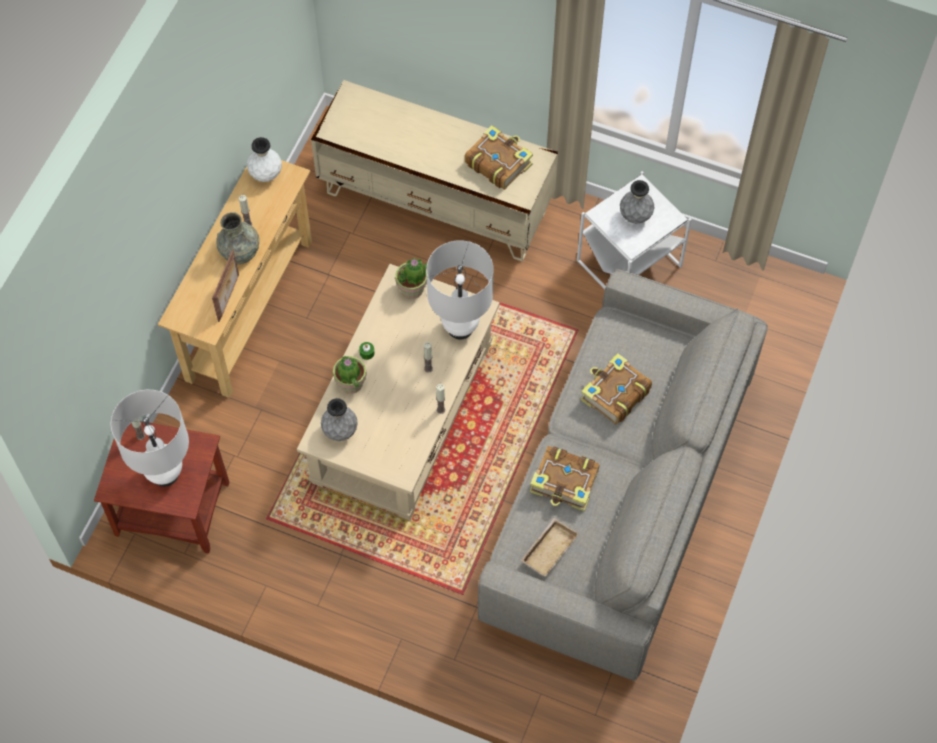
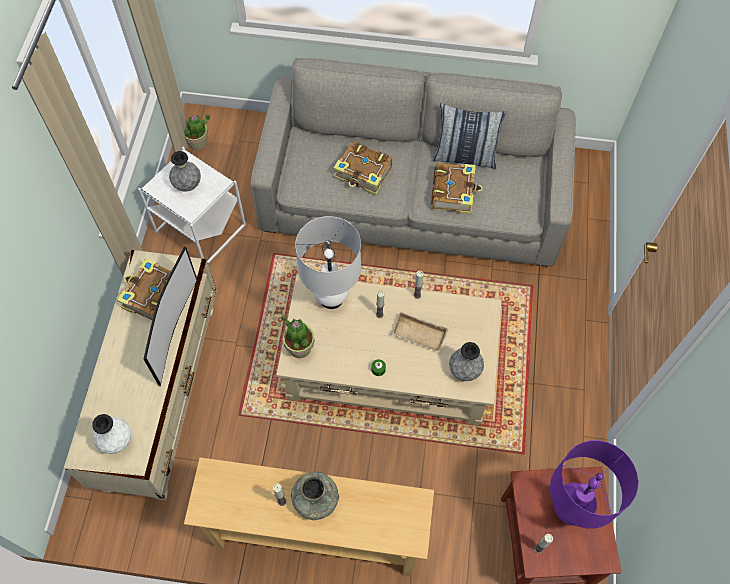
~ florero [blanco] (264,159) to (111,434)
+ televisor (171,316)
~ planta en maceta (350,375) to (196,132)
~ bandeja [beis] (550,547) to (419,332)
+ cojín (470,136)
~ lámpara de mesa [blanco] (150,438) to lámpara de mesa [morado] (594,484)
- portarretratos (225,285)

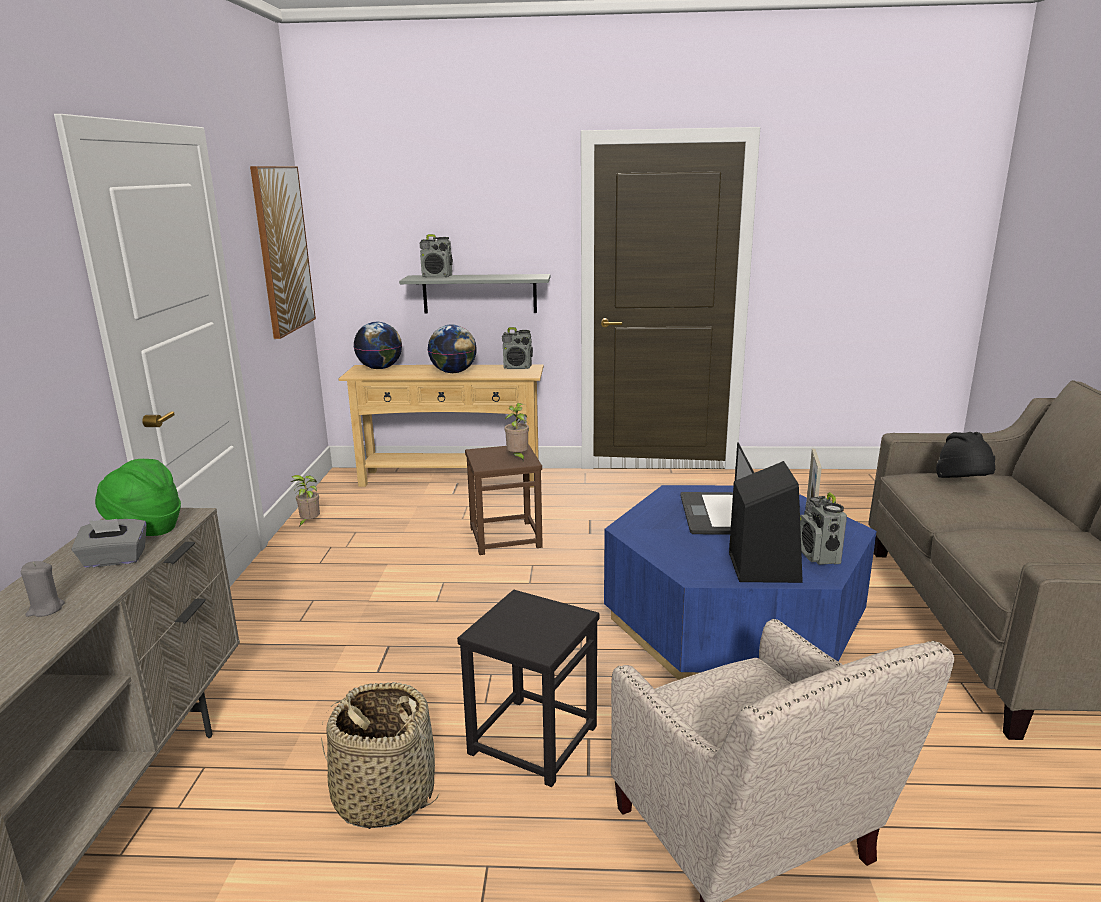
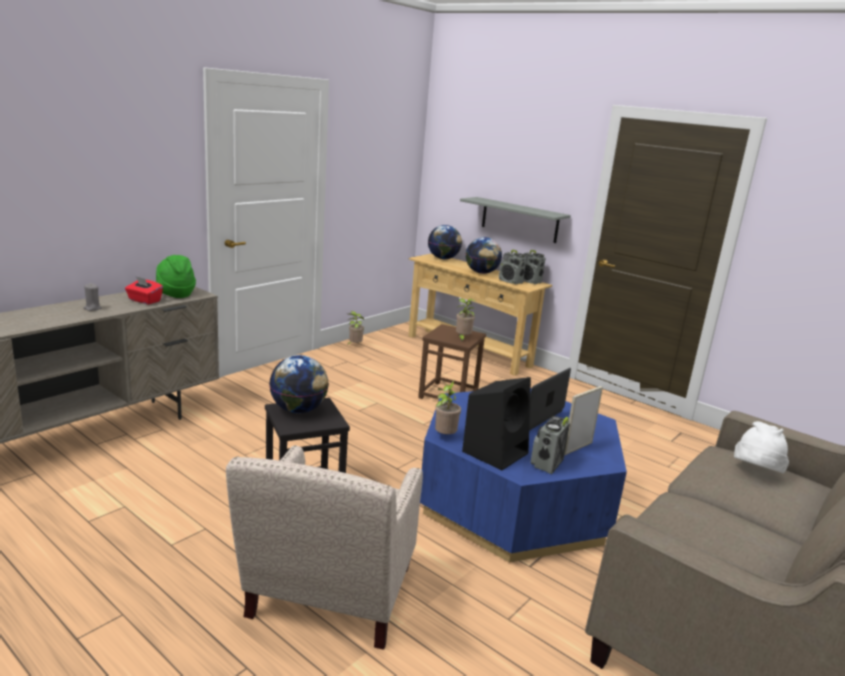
~ caja de pañuelos [gris] (109,543) to caja de pañuelos [rojo] (144,290)
+ globo terráqueo (299,384)
+ planta en maceta (448,406)
~ radio (436,255) to (512,267)
~ sombrero [negro] (965,455) to sombrero [blanco] (761,447)
- cuadro (283,252)
- cesta (380,755)

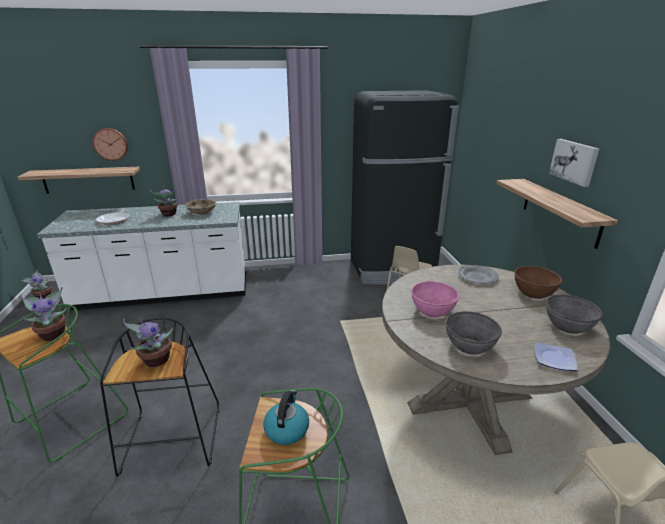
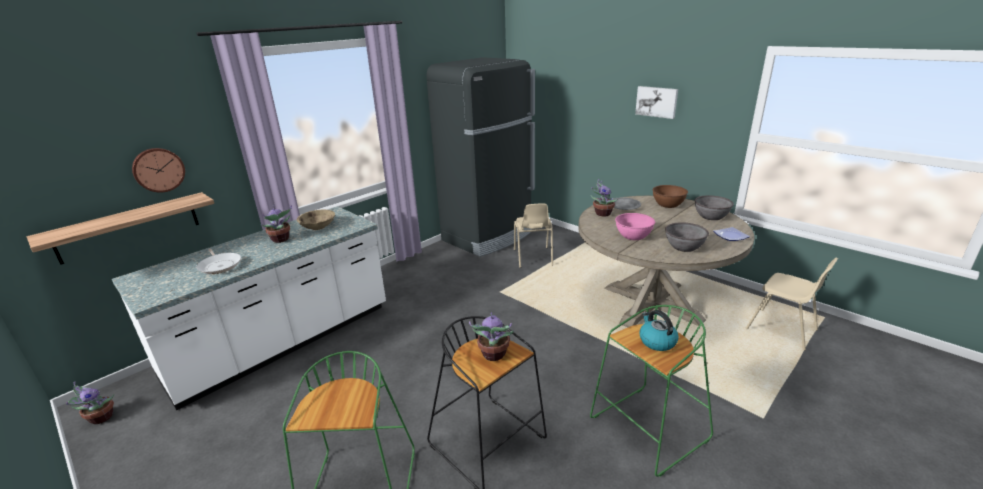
~ planta en maceta (43,314) to (605,197)
- estante (557,214)

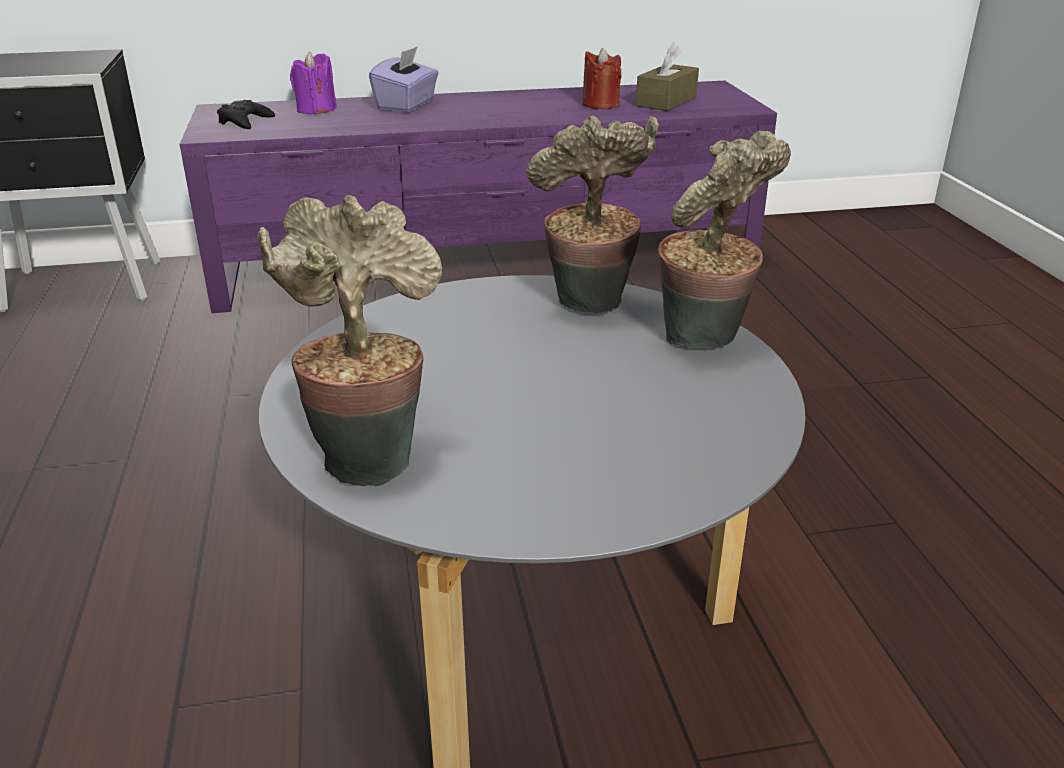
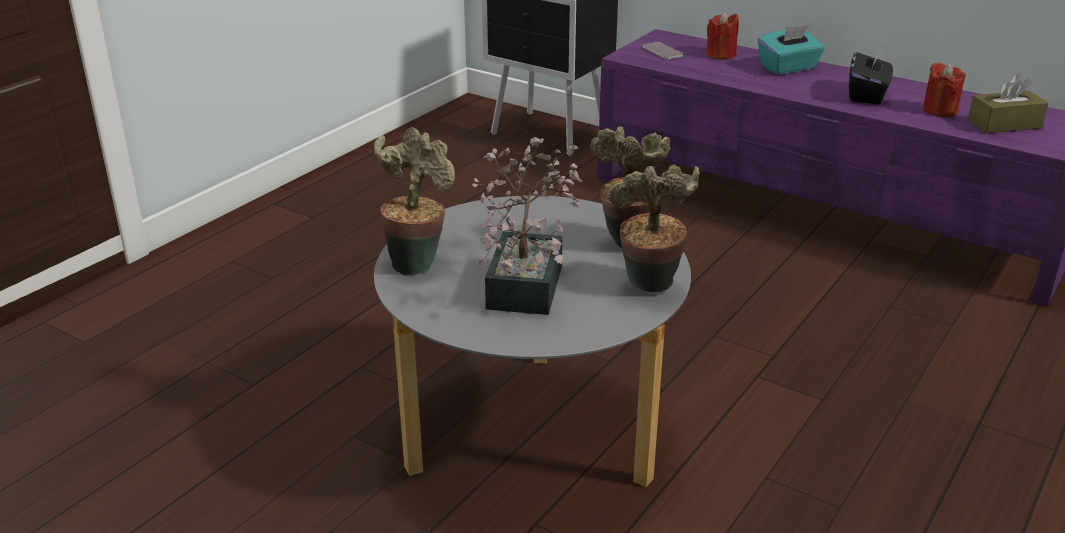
+ planta en maceta (527,226)
~ mando de consola [negro] (246,114) to móvil (663,50)
~ vela [morado] (313,83) to vela [rojo] (722,35)
~ caja de pañuelos [morado] (404,79) to caja de pañuelos [turquesa] (791,50)
+ caja de pañuelos [negro] (871,76)

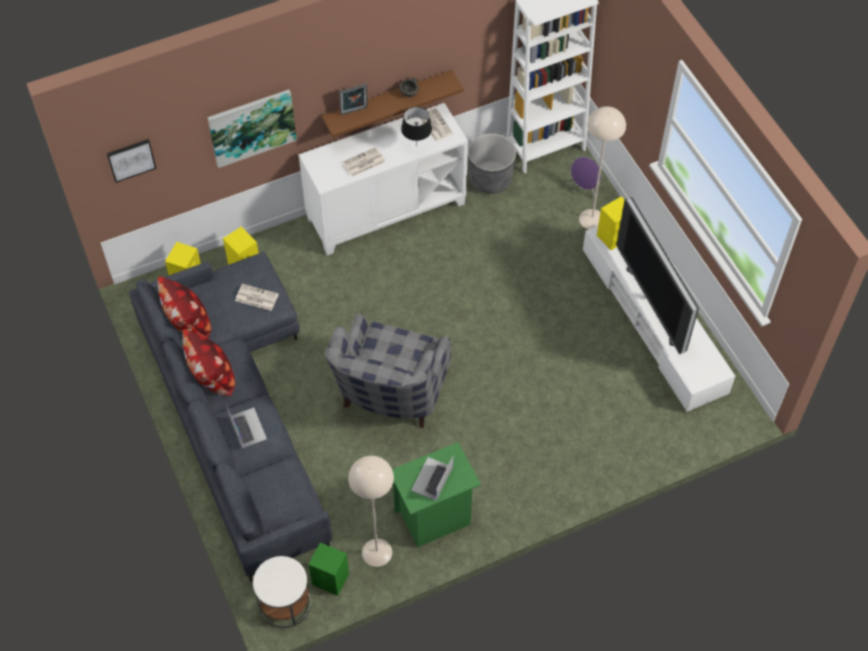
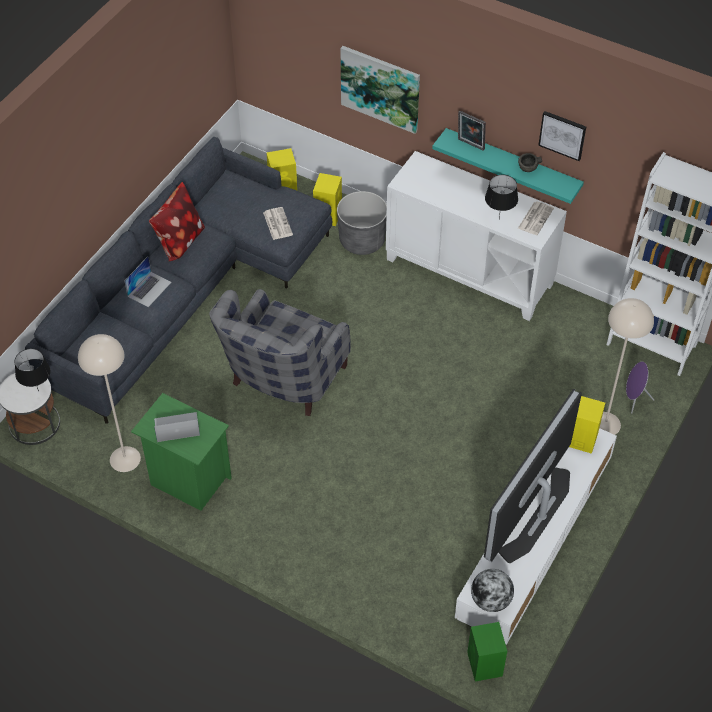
+ lámpara de mesa [negro] (33,370)
~ sillón [gris] (388,371) = (280,352) 45 degrees counterclockwise
~ maceta [gris] (492,164) to (362,223)
~ estante [marrón] (393,104) to estante [turquesa] (508,166)
~ altavoz [verde] (328,569) to (487,651)
+ globo terráqueo (492,590)
~ cuadro (131,161) to (562,136)
- cojín (184,308)
- periódico (363,162)

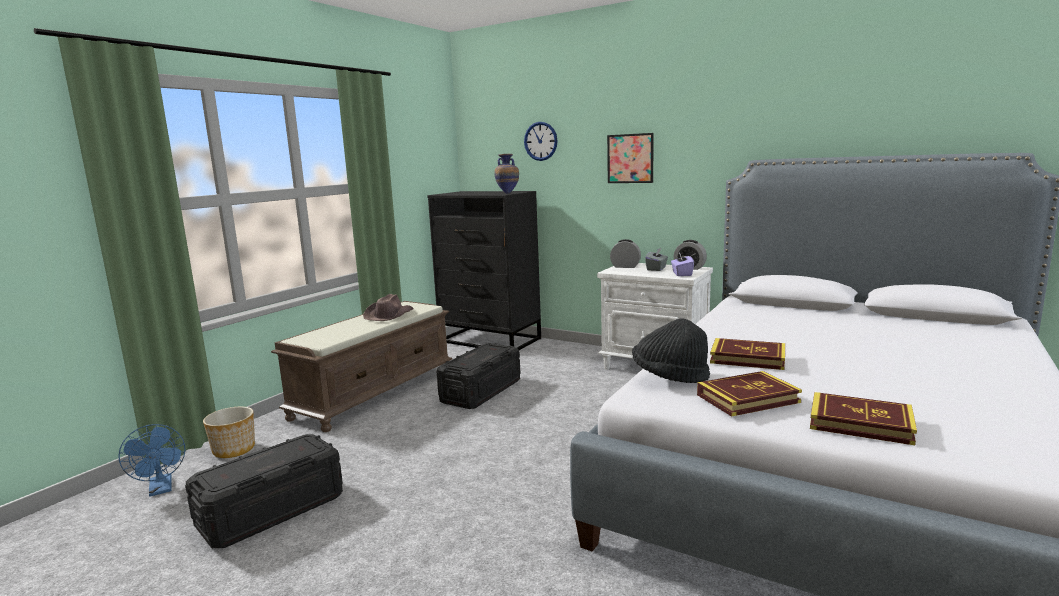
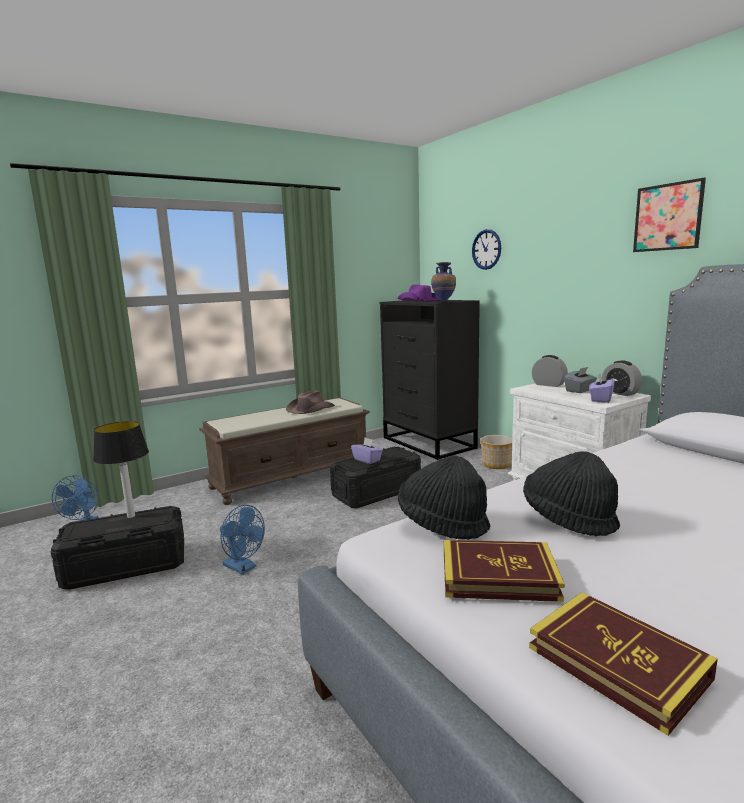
+ lámpara de mesa (121,469)
+ ventilador [azul] (242,540)
+ caja de pañuelos [morado] (367,451)
+ sombrero [morado] (418,293)
~ maceta (229,432) to (496,452)
~ libro (747,354) to sombrero [negro] (571,494)
~ cuadro (630,158) to (669,215)

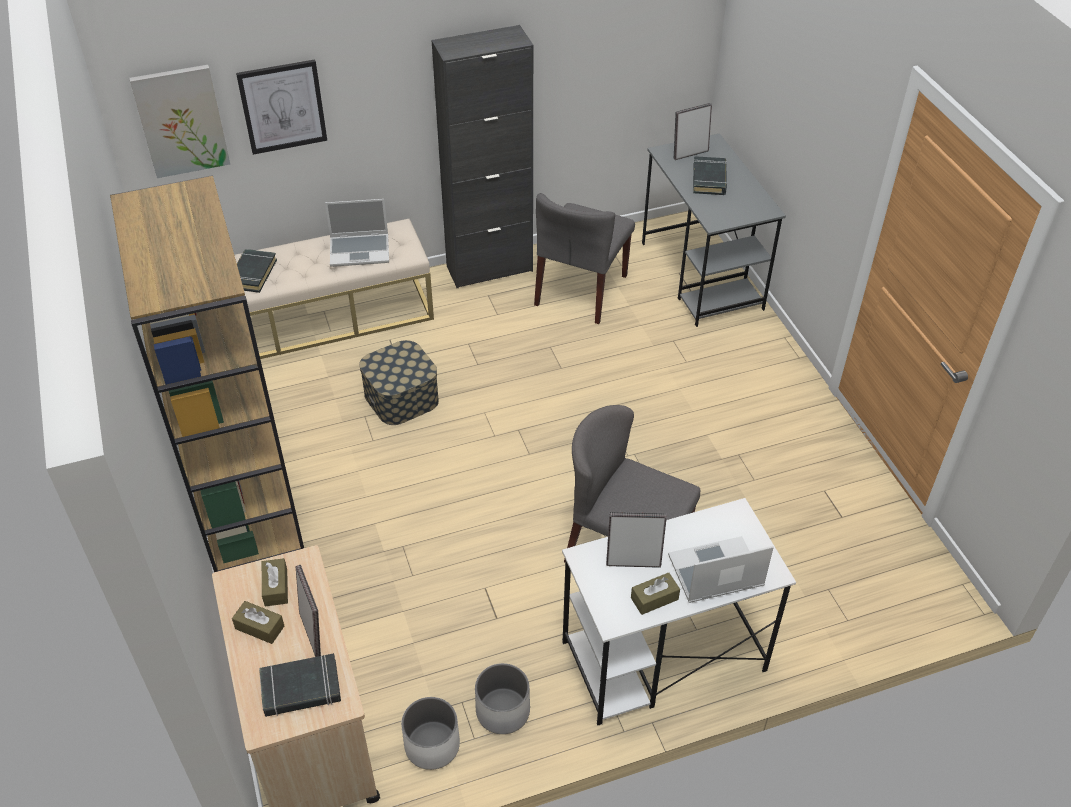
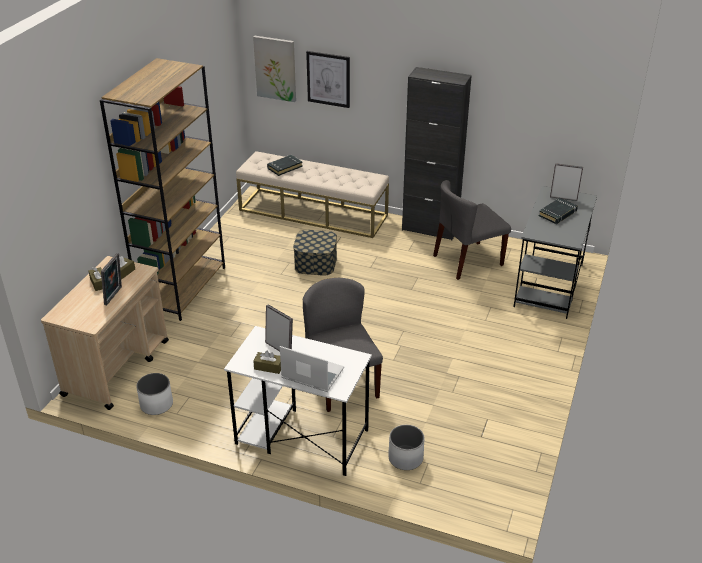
~ maceta [blanco] (502,698) to (406,447)
- libro [negro] (300,685)
- portátil (357,233)

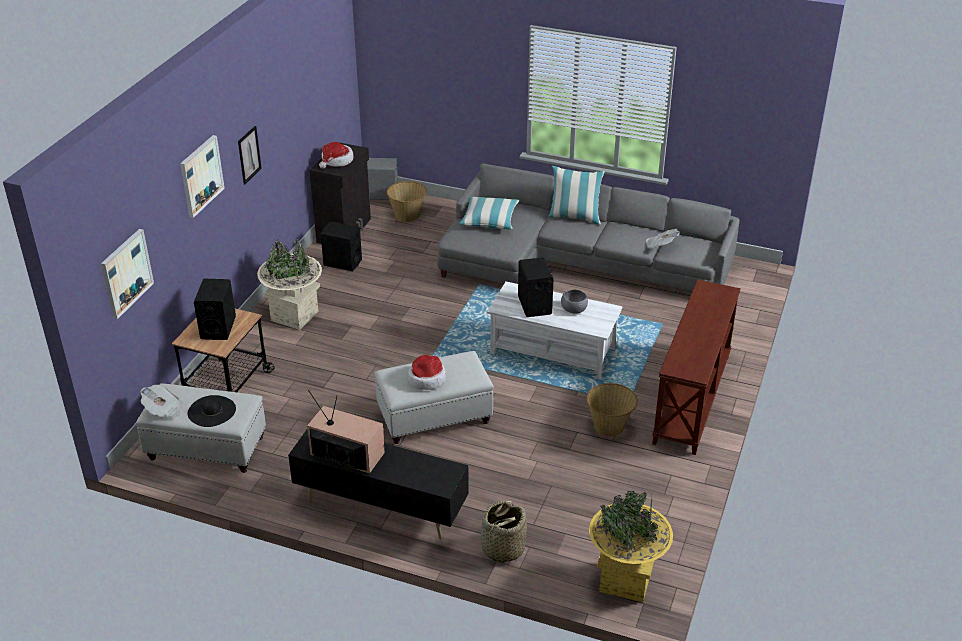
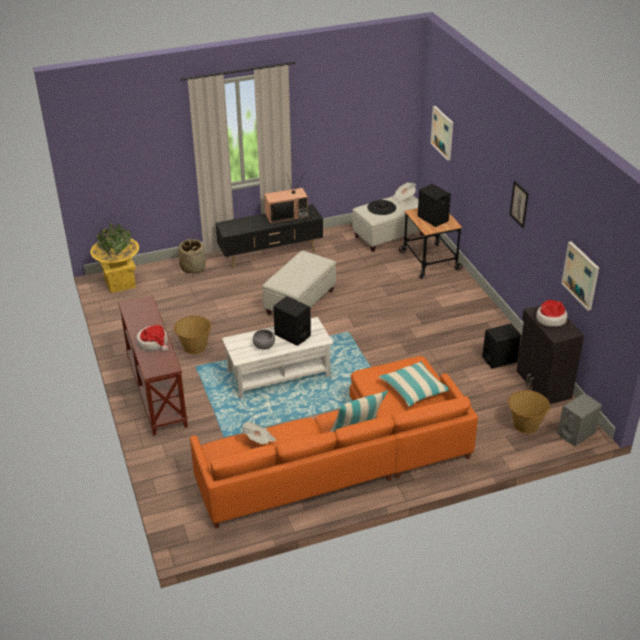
~ sombrero (427,372) to (152,338)
~ sofá [gris] (588,227) to sofá [naranja] (334,442)
~ cuadro (202,176) to (580,276)
- maceta [beis] (289,284)

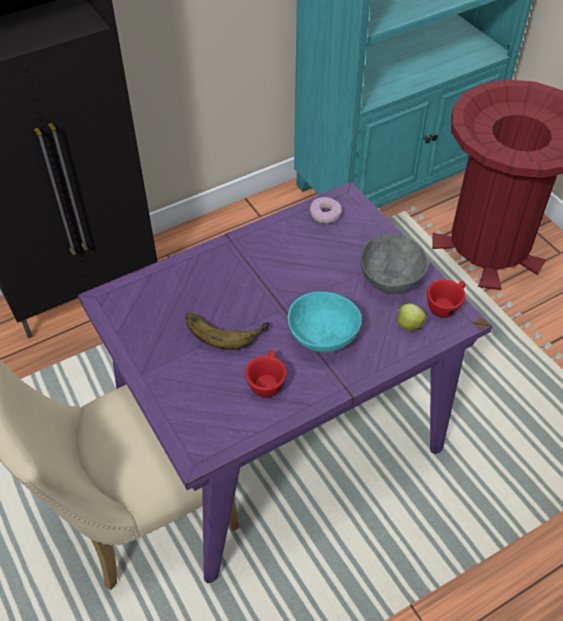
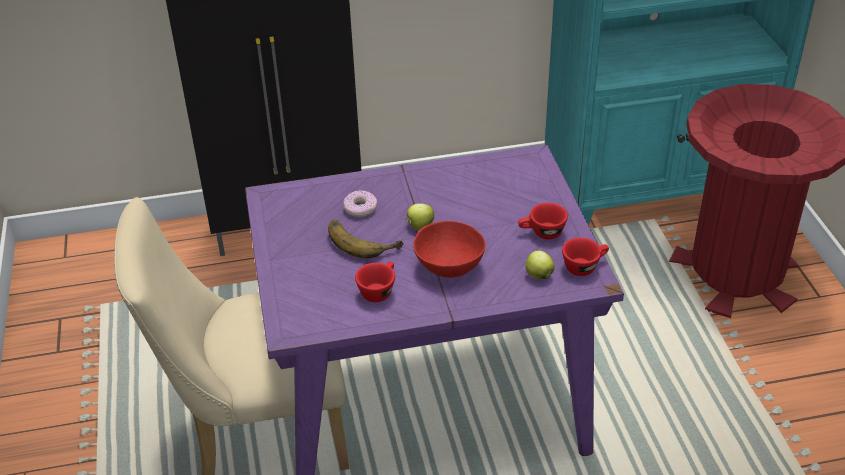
~ rosquilla (326,210) to (360,203)
+ manzana (419,216)
~ cuenco [turquesa] (324,322) to cuenco [rojo] (449,249)
~ cuenco [gris] (394,264) to taza [rojo] (543,221)

